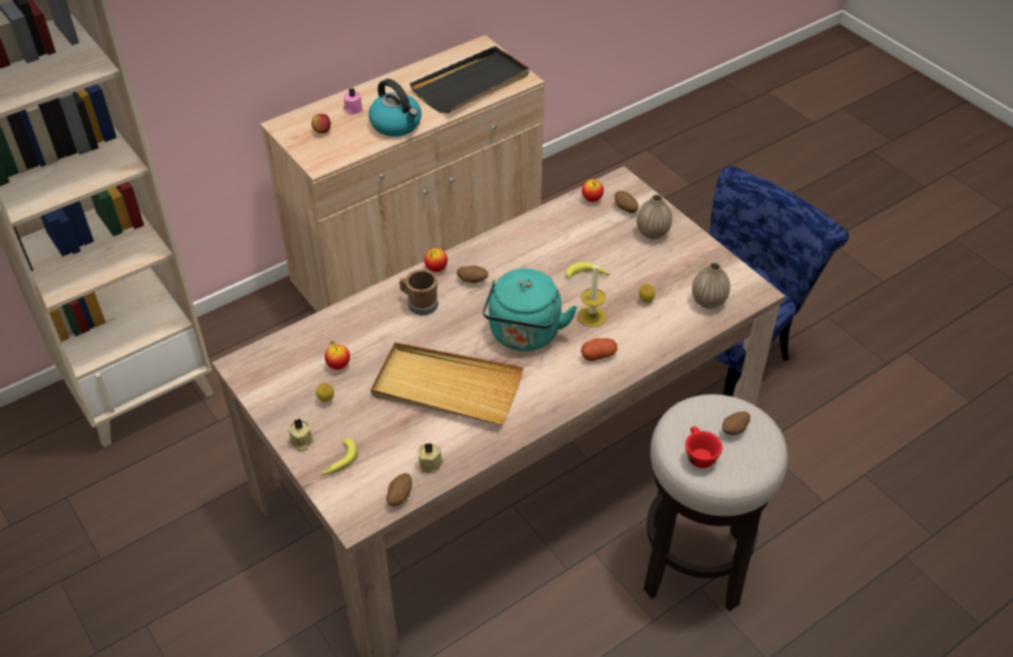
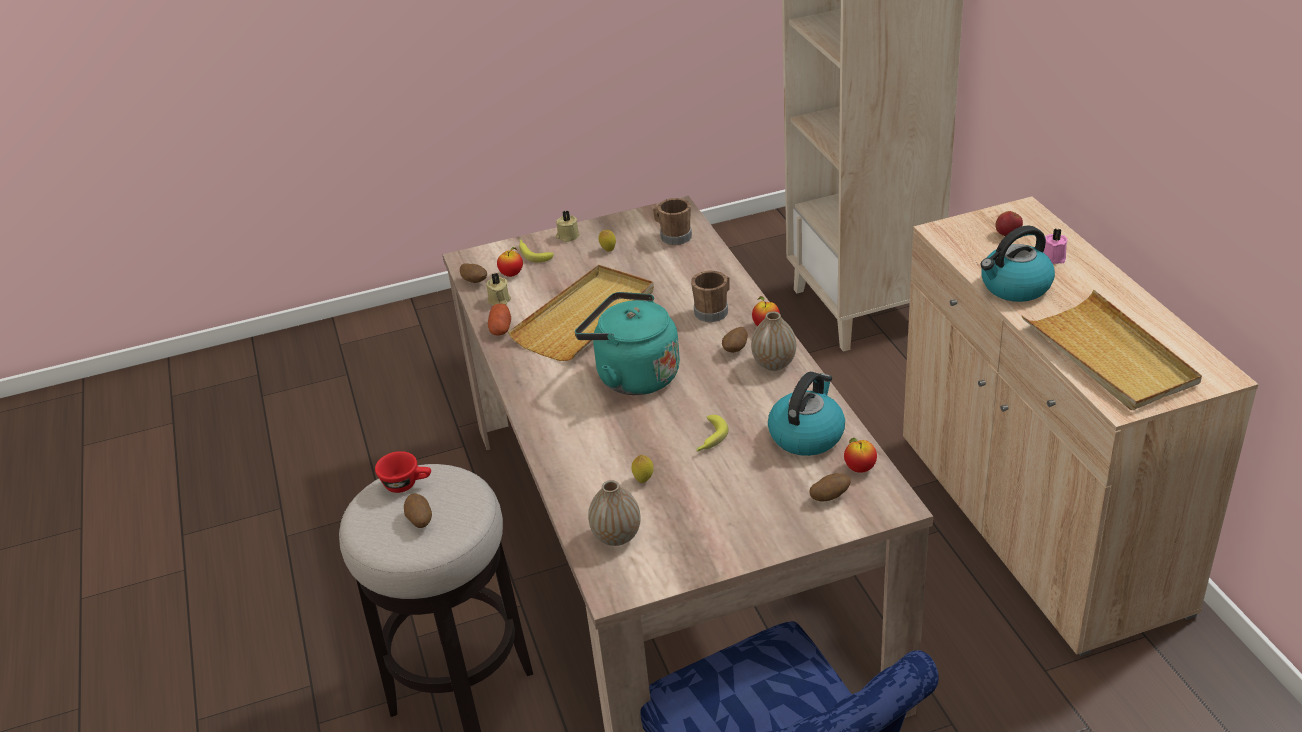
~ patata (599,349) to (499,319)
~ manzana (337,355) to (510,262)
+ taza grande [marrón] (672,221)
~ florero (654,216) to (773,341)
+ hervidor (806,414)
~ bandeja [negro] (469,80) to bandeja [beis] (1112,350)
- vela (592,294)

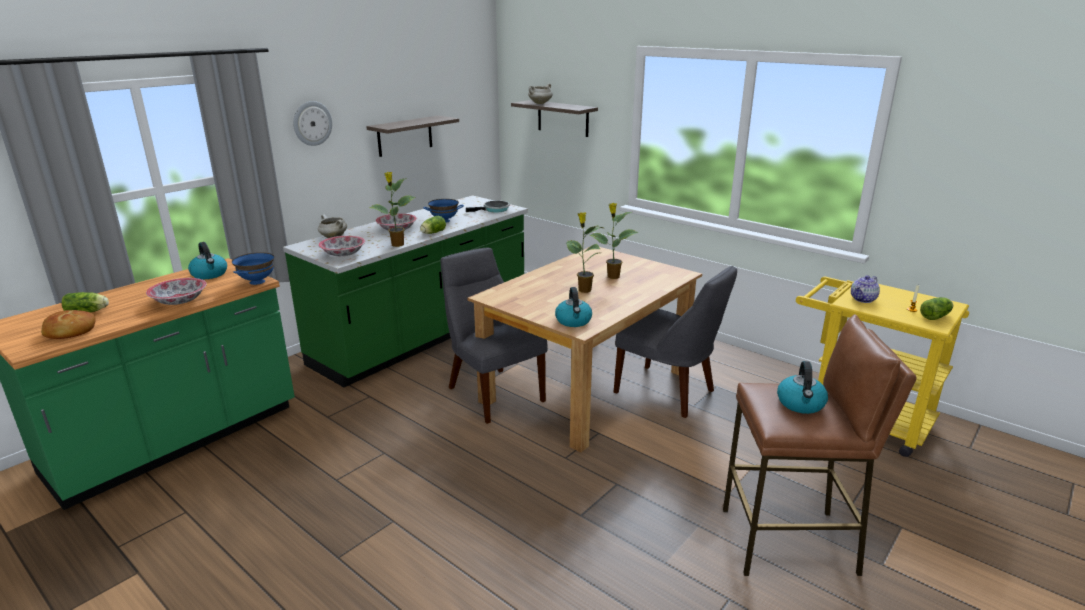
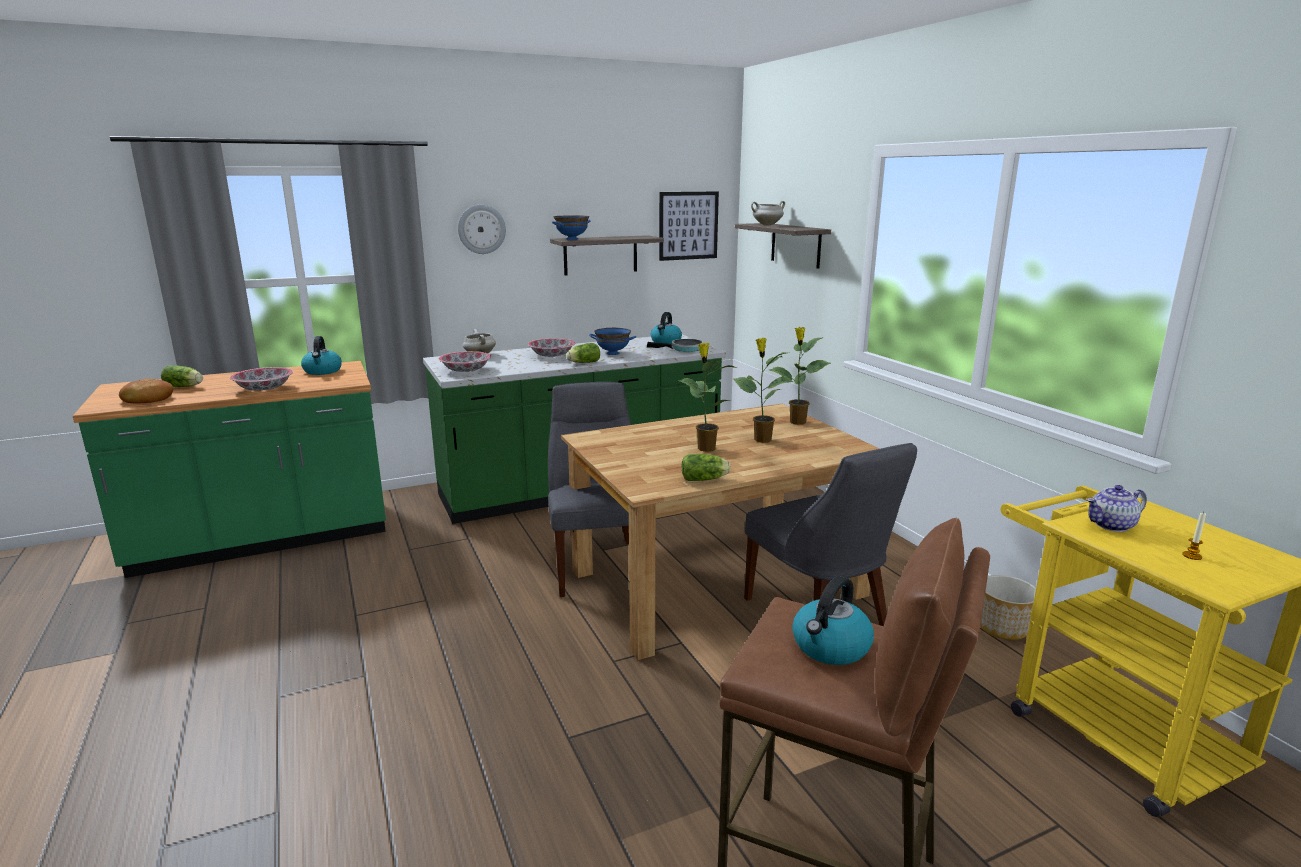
~ cuenco [azul] (253,268) to (571,227)
~ hervidor (573,307) to (666,328)
+ cuadro (689,226)
~ lechuga (936,308) to (706,467)
~ planta en maceta (392,209) to (800,376)
+ maceta (1008,607)

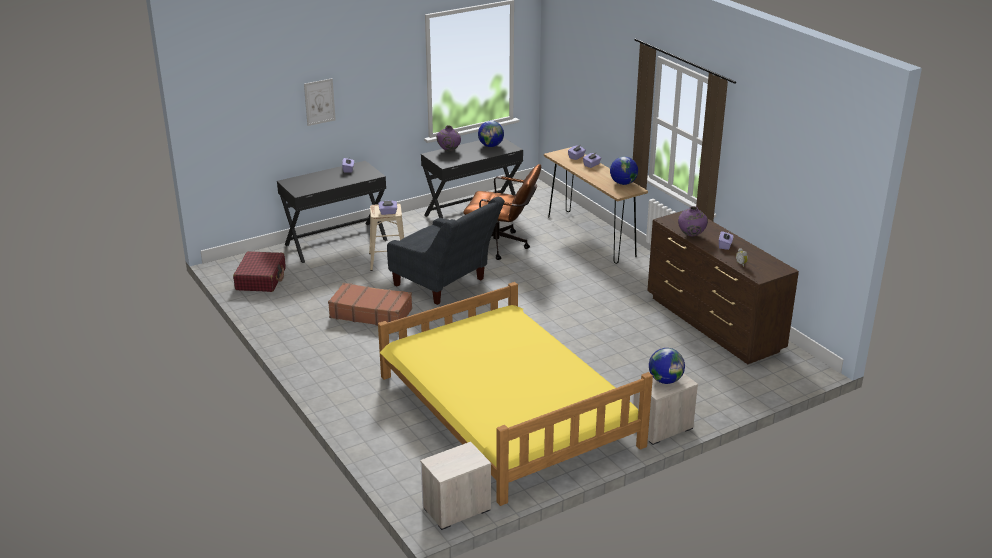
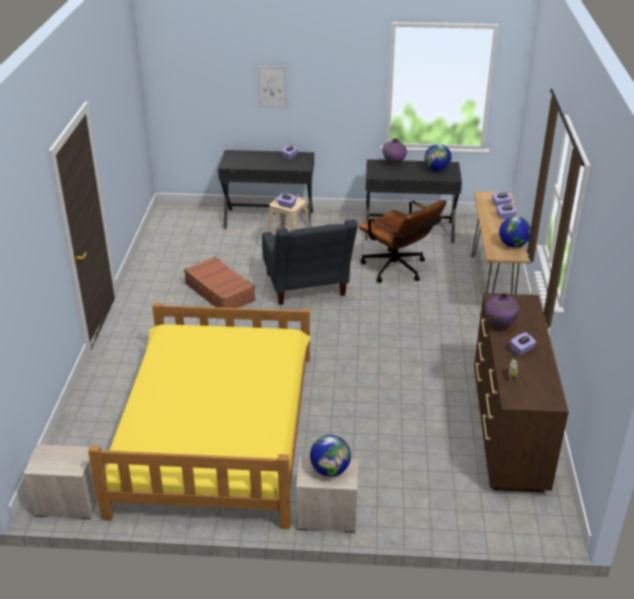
- maleta [rojo] (259,271)

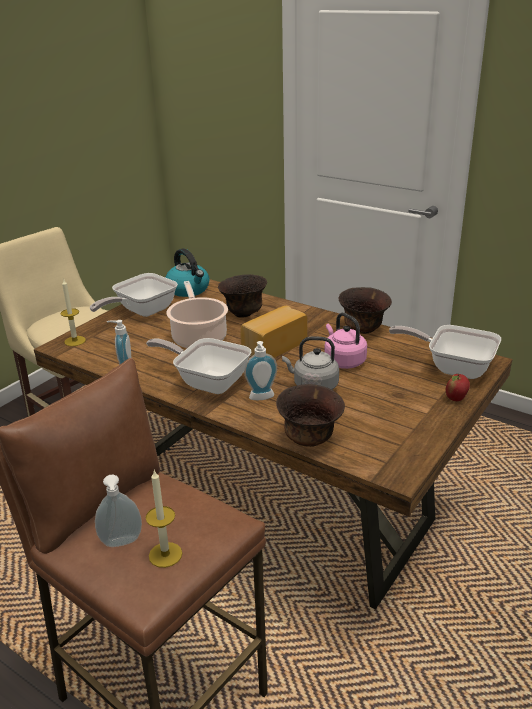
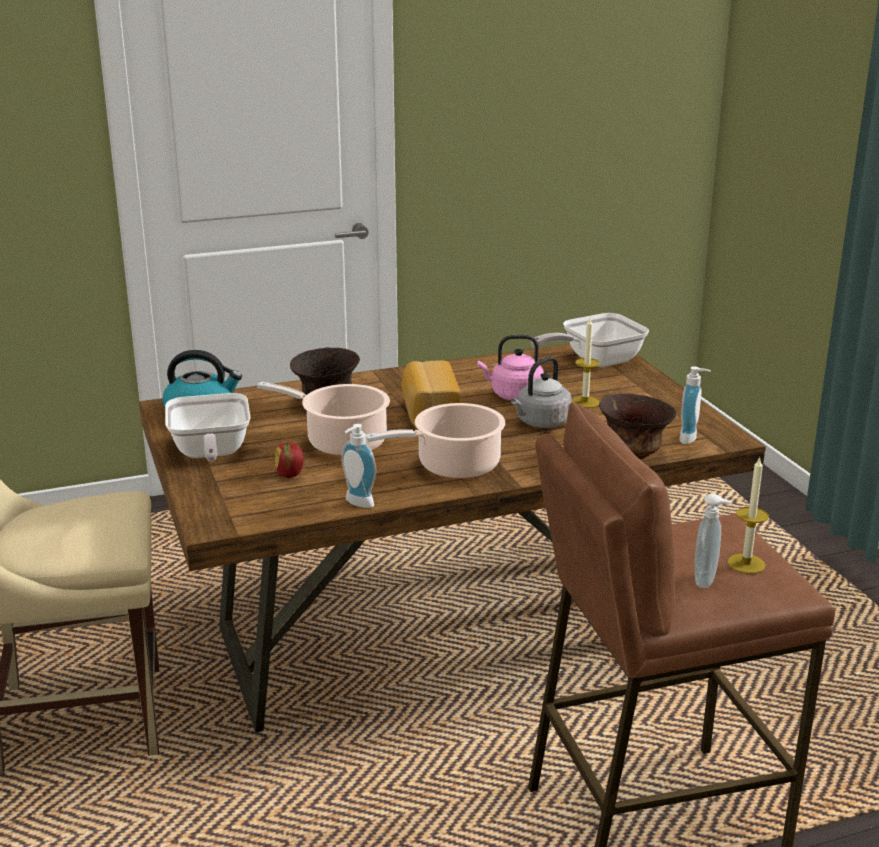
~ manzana (458,387) to (289,459)
~ sartén (198,366) to olla (435,441)
~ vela (73,312) to (585,363)
~ dispensador de jabón (260,370) to (695,405)
- cuenco [marrón] (365,310)

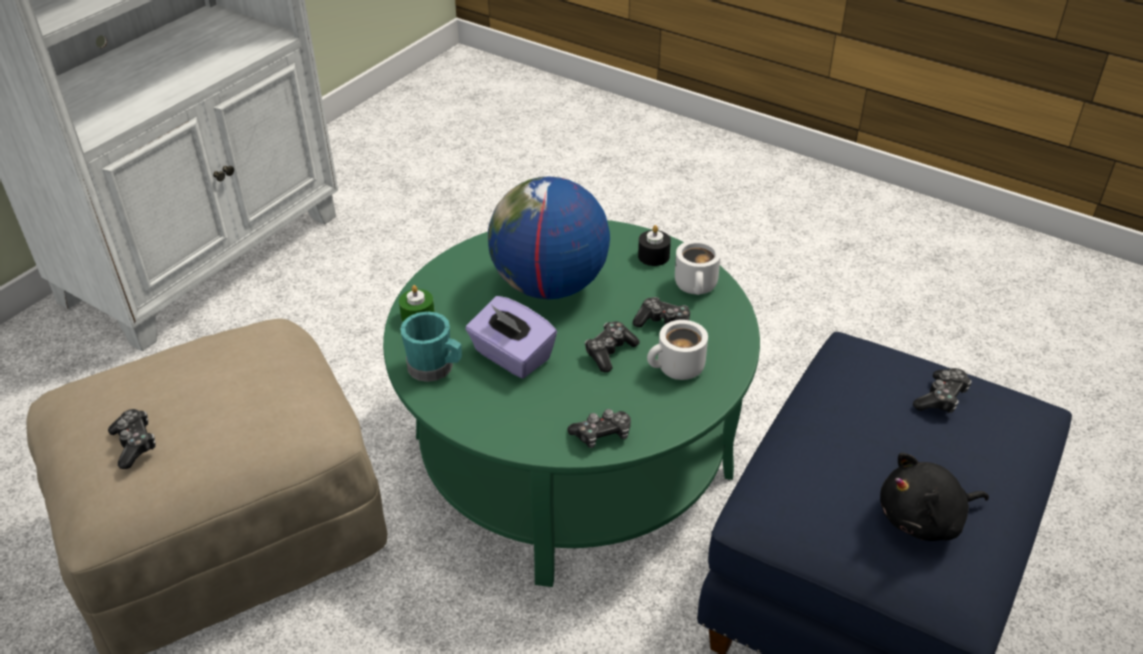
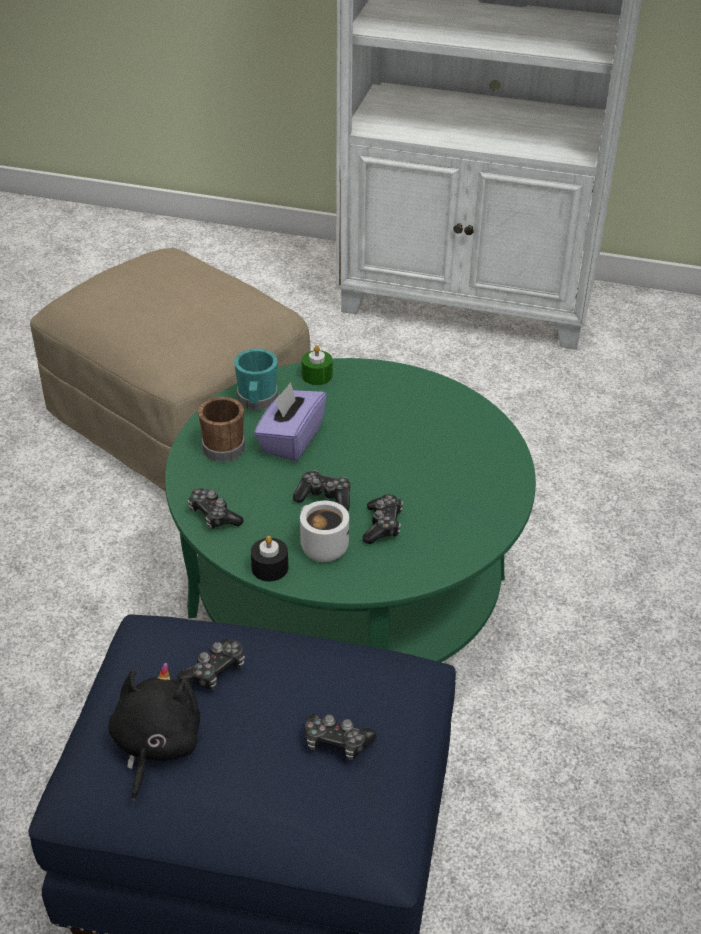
~ peluche [negro] (934,496) = (154,732) 45 degrees clockwise
~ mando de consola (132,439) to (211,664)
+ taza grande [marrón] (221,429)
~ vela [negro] (654,245) to (269,558)
- globo terráqueo (549,237)
- taza grande [blanco] (698,267)

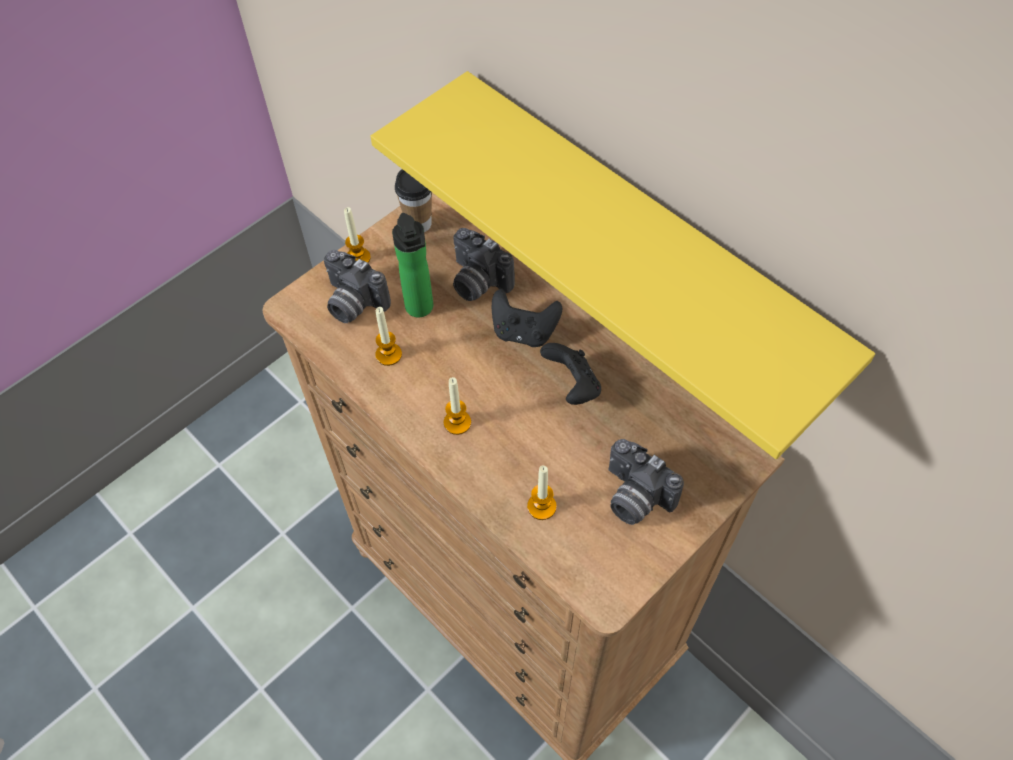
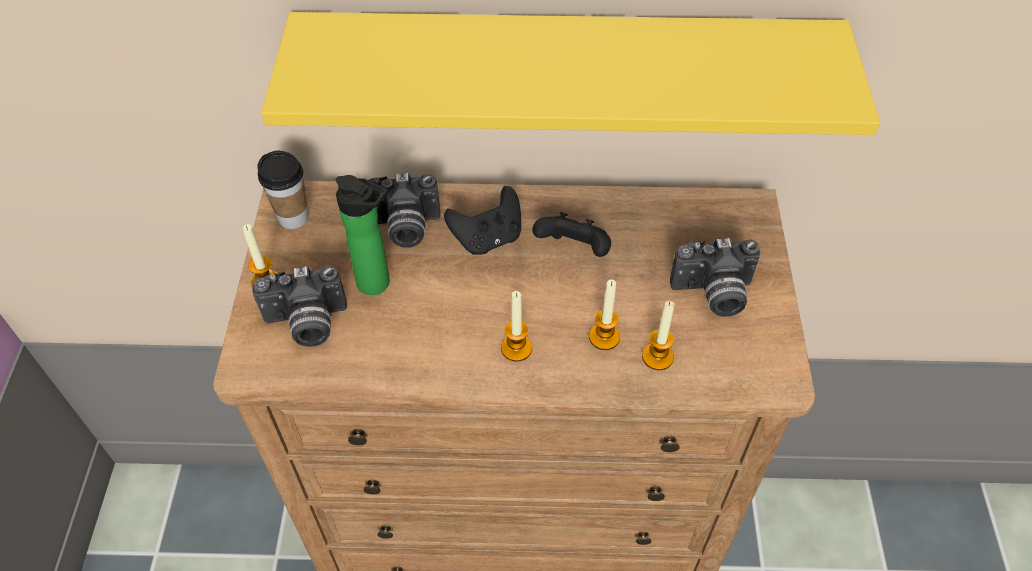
~ vela (388,336) to (604,314)

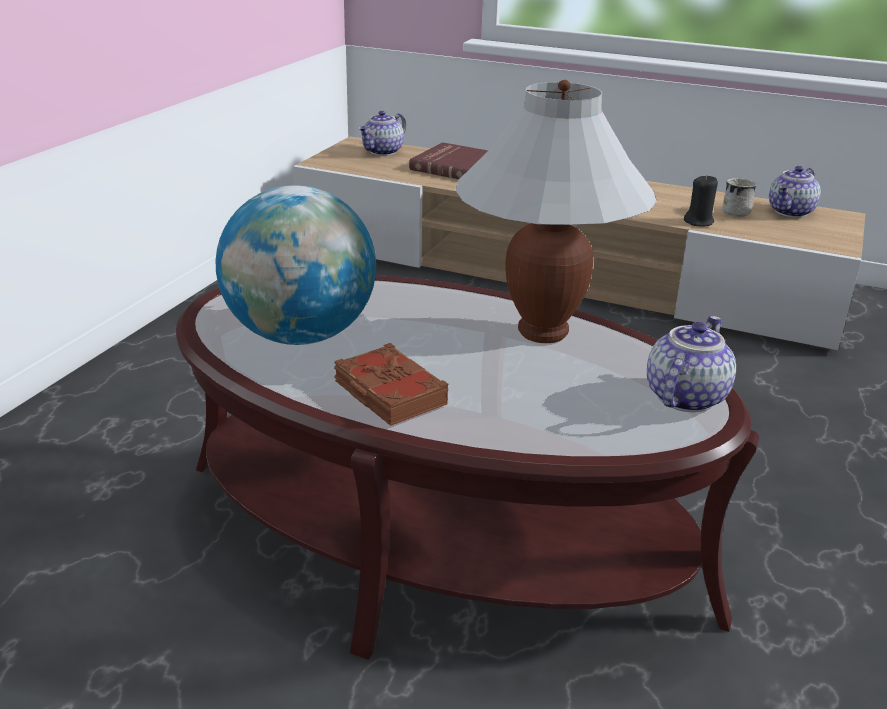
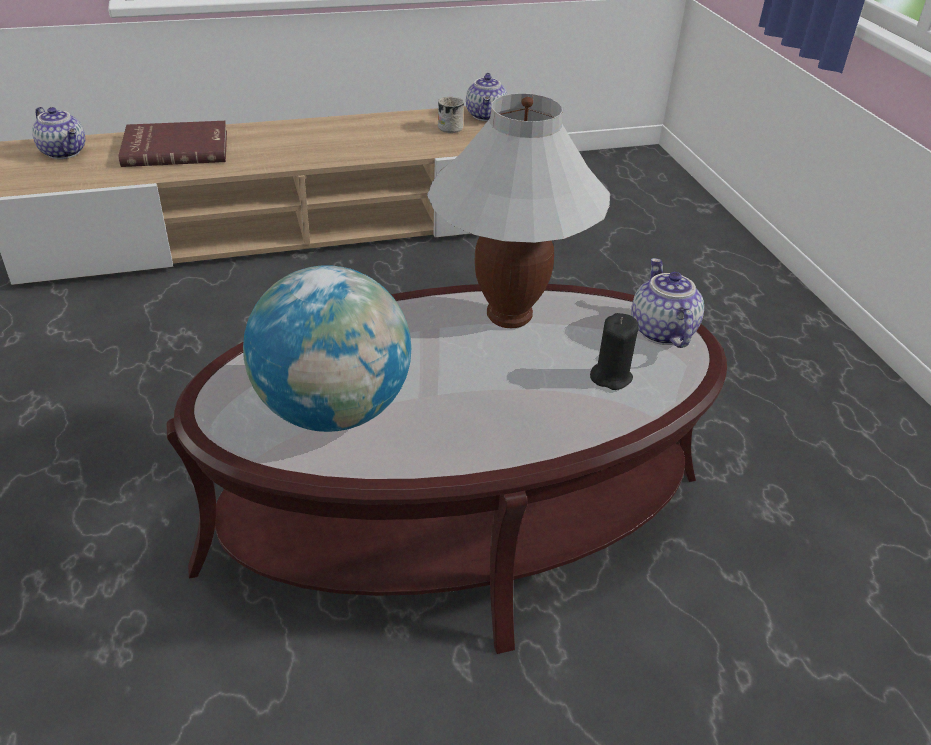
~ tetera (382,133) = (58,133) 45 degrees counterclockwise
~ vela [negro] (701,200) to (614,351)
- libro [marrón] (391,384)

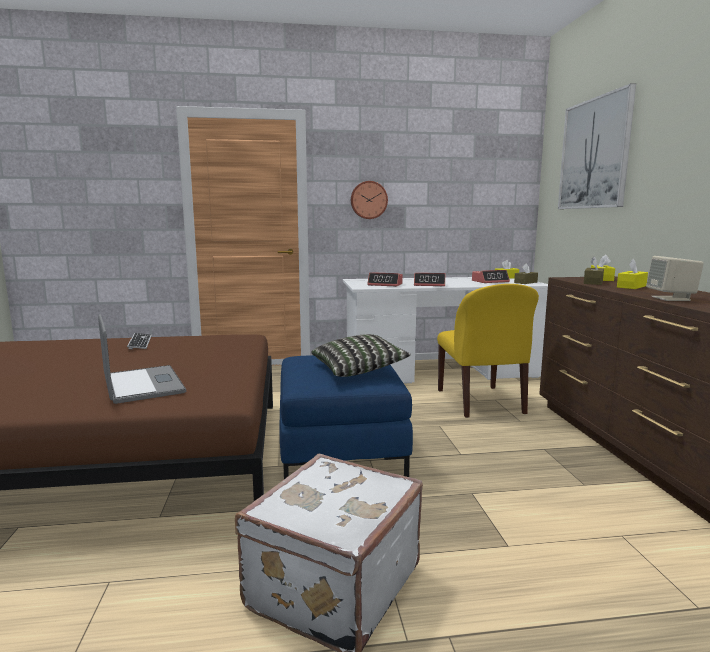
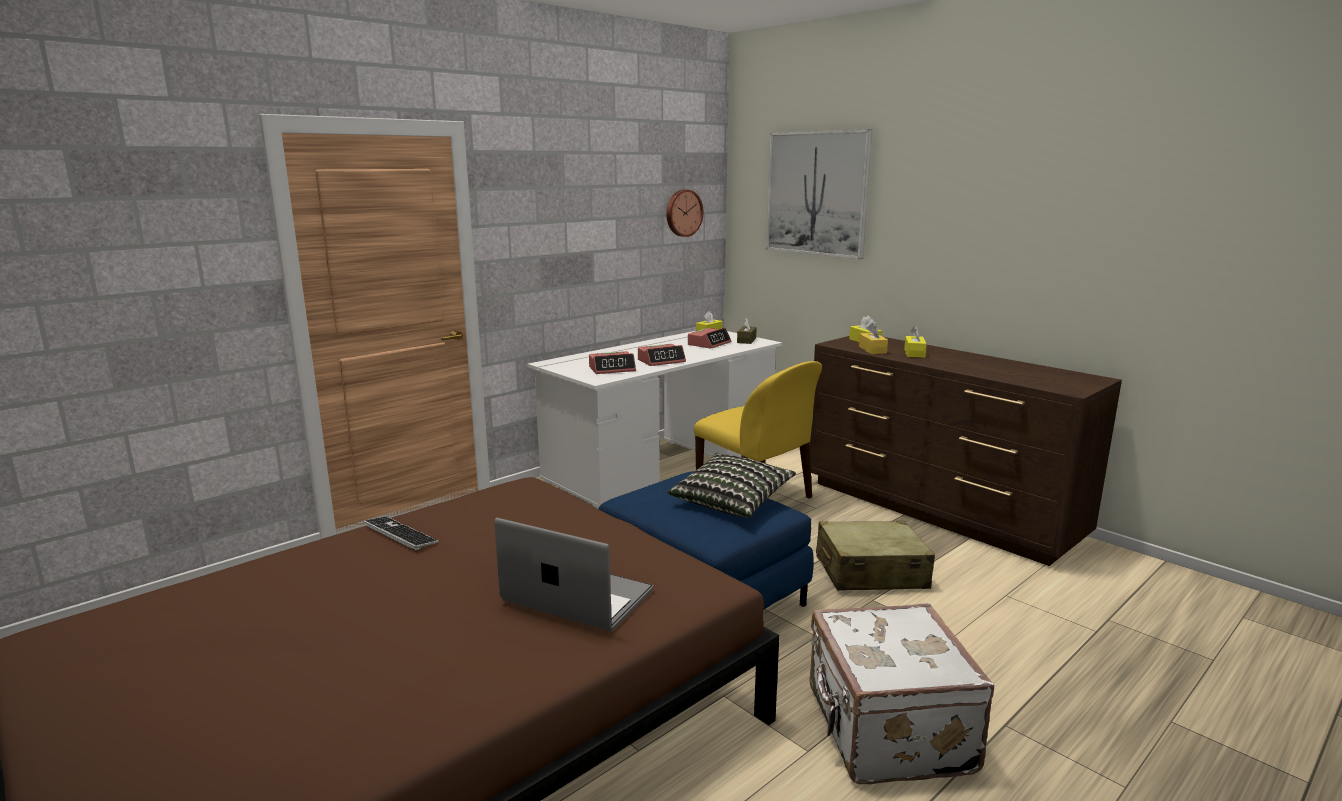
~ reloj de pared (369,200) to (684,213)
+ maleta [beis] (875,556)
~ caja de pañuelos [marrón] (594,270) to caja de pañuelos [amarillo] (873,338)
- altavoz [beis] (675,278)

